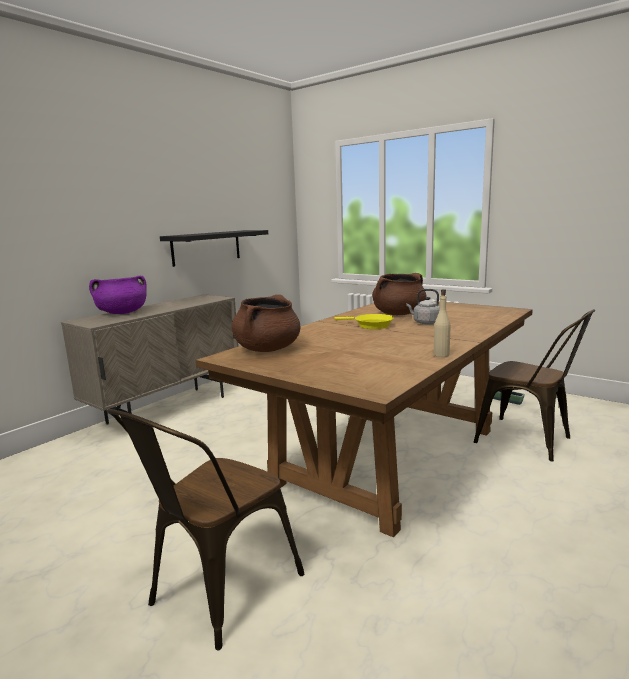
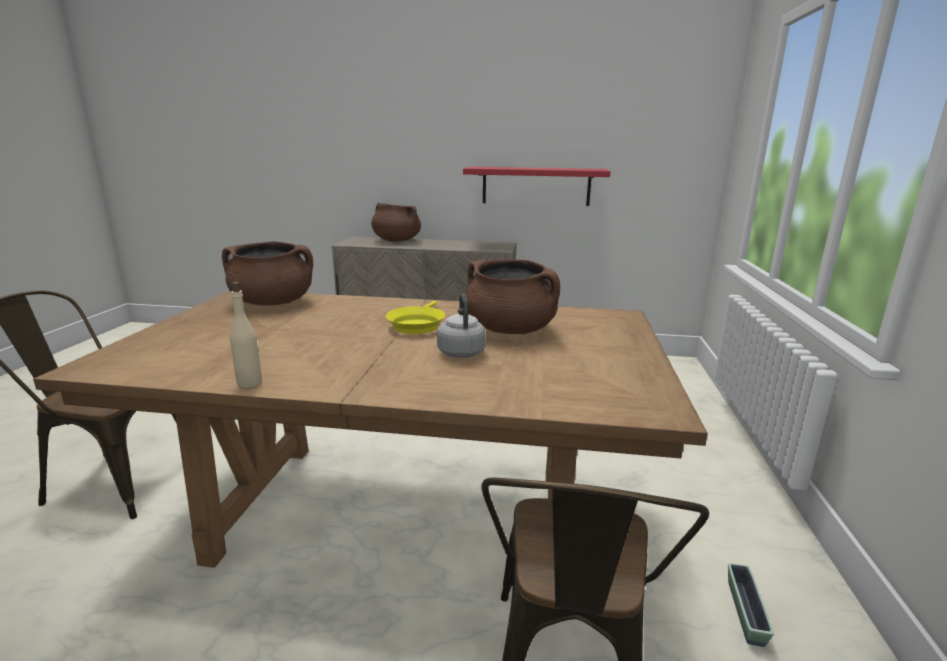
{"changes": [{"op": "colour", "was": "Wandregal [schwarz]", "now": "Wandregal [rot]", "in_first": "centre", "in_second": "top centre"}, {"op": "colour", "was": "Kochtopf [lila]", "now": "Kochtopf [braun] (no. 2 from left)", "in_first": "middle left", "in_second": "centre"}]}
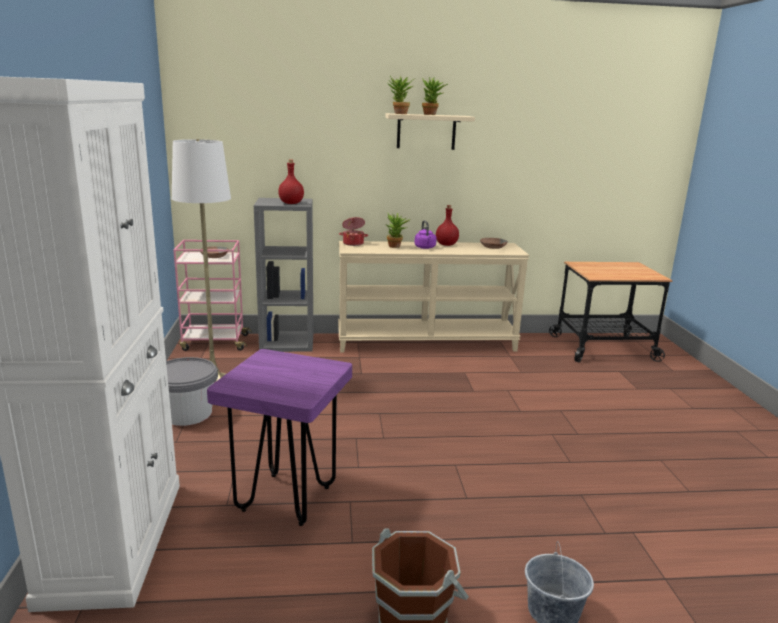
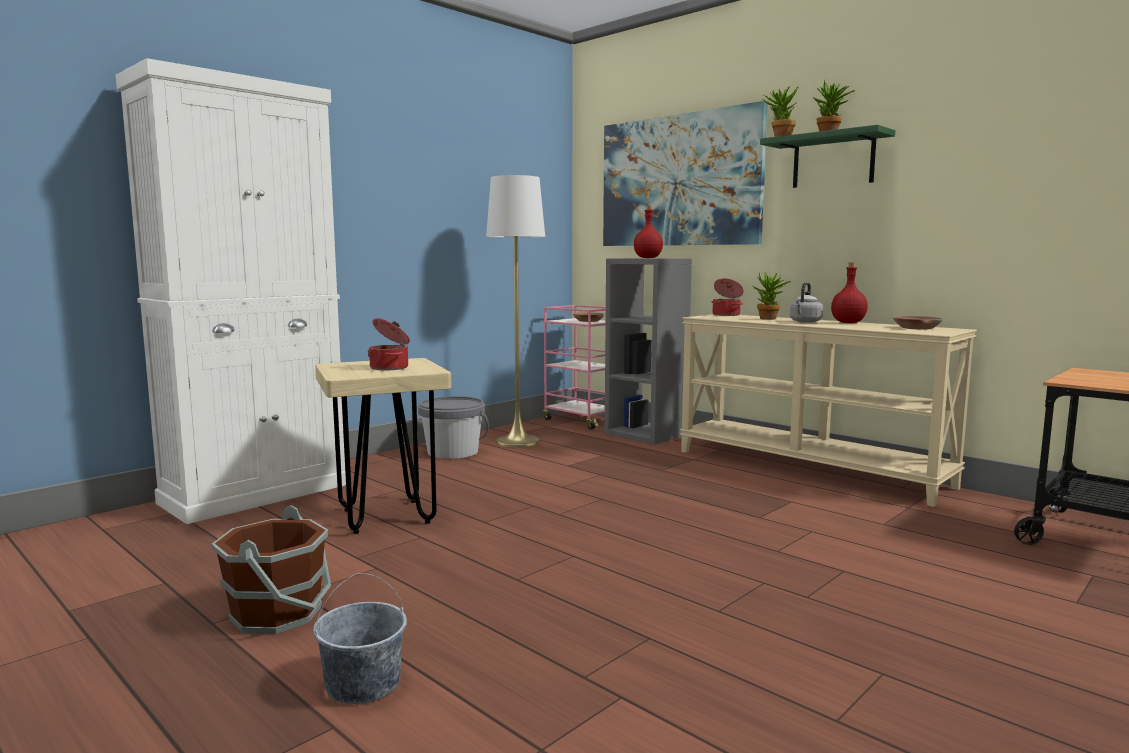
{"changes": [{"op": "colour", "was": "Wandregal [beige]", "now": "Wandregal [grün]", "in_first": "top centre", "in_second": "top right"}, {"op": "colour", "was": "Wasserkessel [lila]", "now": "Wasserkessel [grau]", "in_first": "centre", "in_second": "middle right"}, {"op": "colour", "was": "Hocker [lila]", "now": "Hocker [beige]", "in_first": "bottom centre", "in_second": "centre"}, {"op": "appeared", "now": "Bild", "in_second": "top centre"}, {"op": "appeared", "now": "Kochtopf (no. 1 from left)", "in_second": "centre"}]}
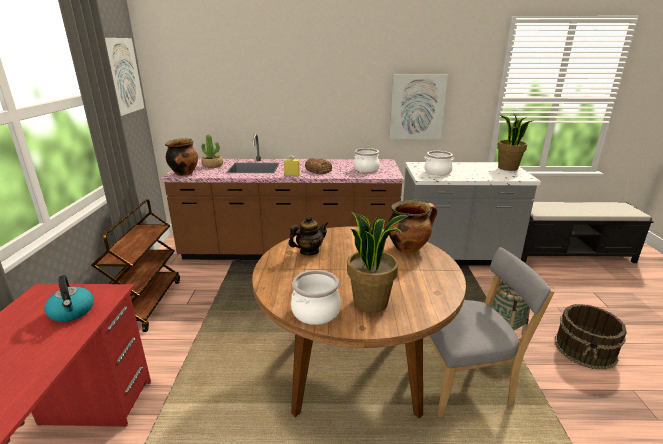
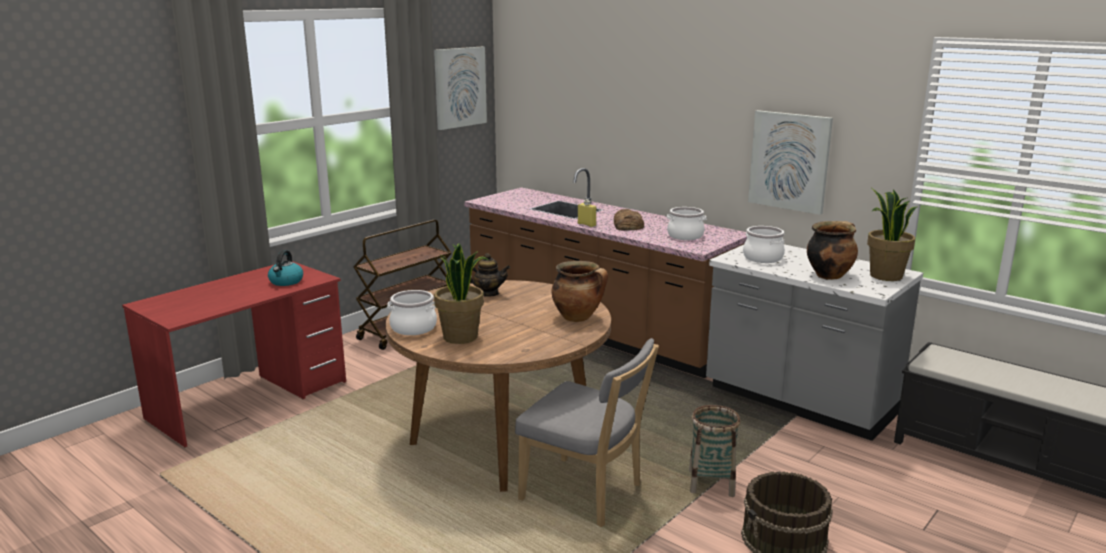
{"changes": [{"op": "missing", "was": "Topfpflanze (no. 1 from left)", "in_first": "middle left"}, {"op": "relocated", "was": "Kochtopf (no. 1 from left in the first image)", "now": "Kochtopf (no. 5 from left)", "in_first": "middle left", "in_second": "middle right"}]}
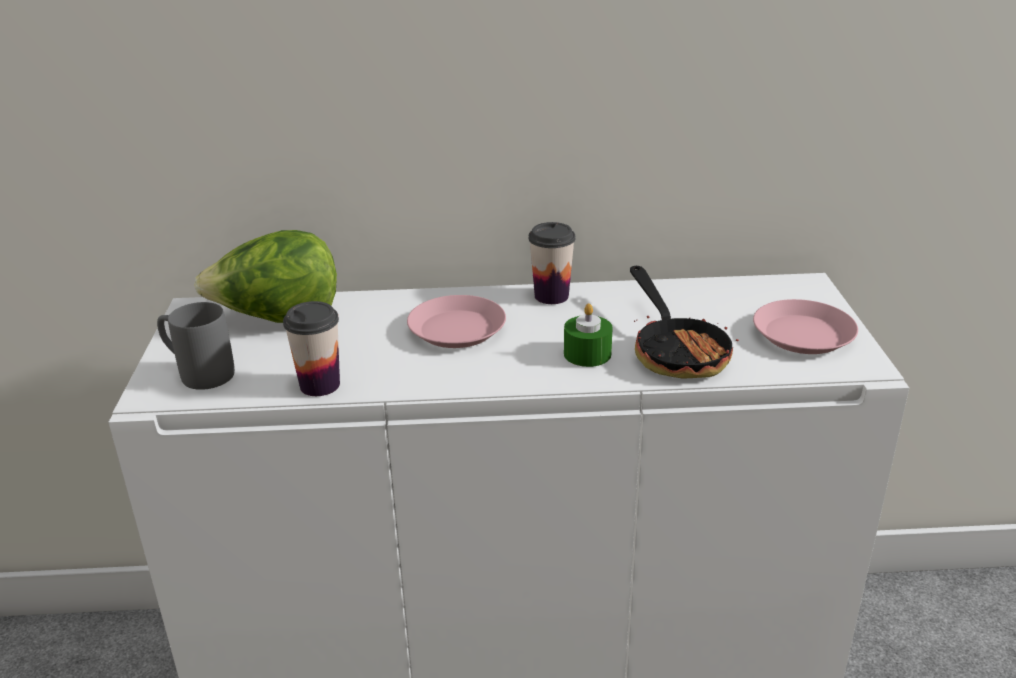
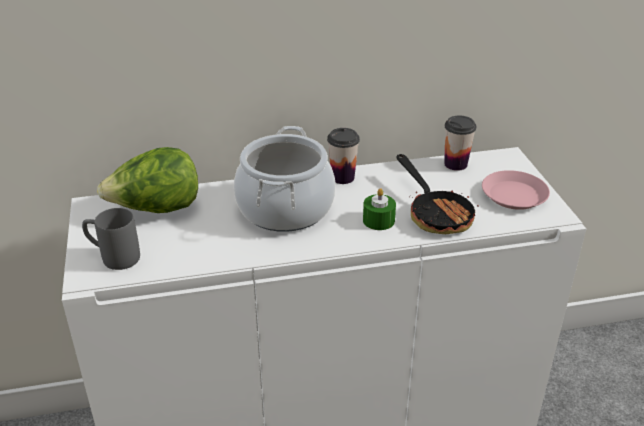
{"changes": [{"op": "exchanged", "was": "Teller [rosa] (no. 1 from left)", "now": "Kochtopf", "in_first": "centre", "in_second": "centre"}, {"op": "relocated", "was": "Tasse (no. 1 from left in the first image)", "now": "Tasse (no. 2 from left)", "in_first": "middle left", "in_second": "middle right"}]}
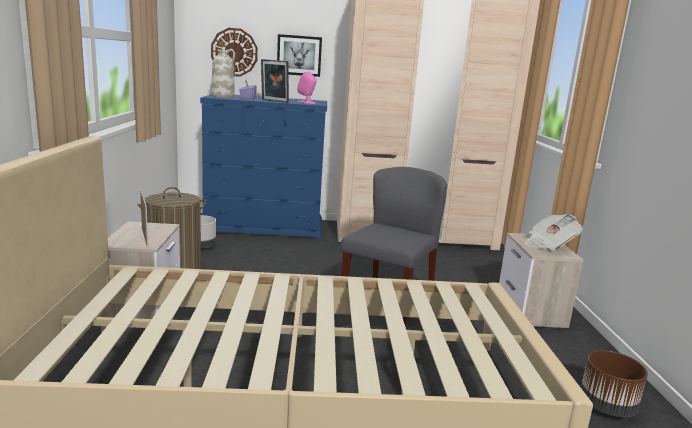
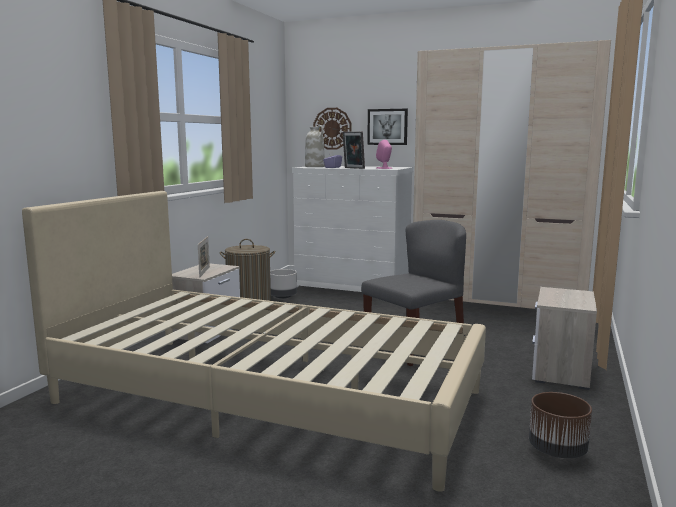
{"changes": [{"op": "colour", "was": "Kommode [blau]", "now": "Kommode [weiß]", "in_first": "centre", "in_second": "centre"}, {"op": "missing", "was": "Zeitung", "in_first": "middle right"}]}
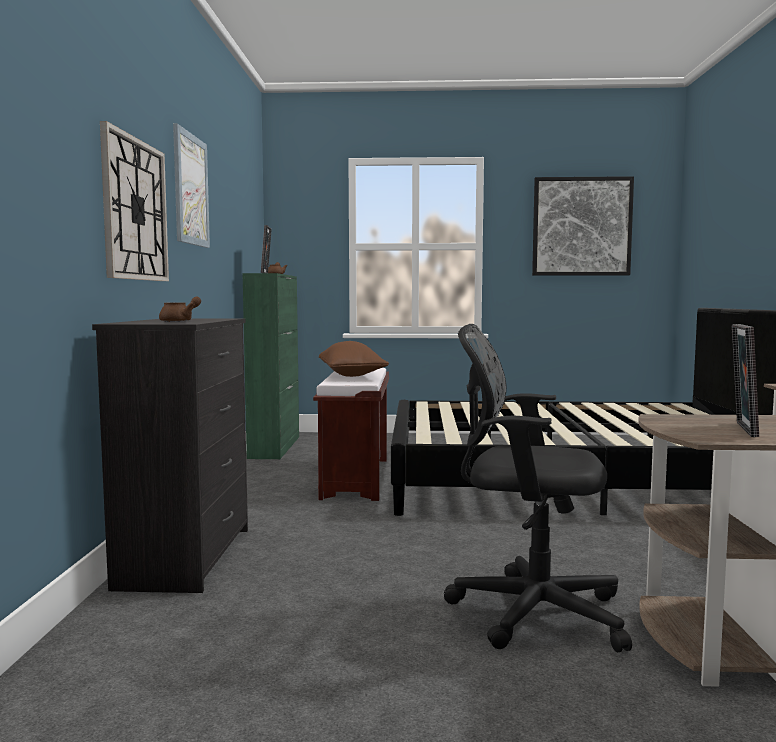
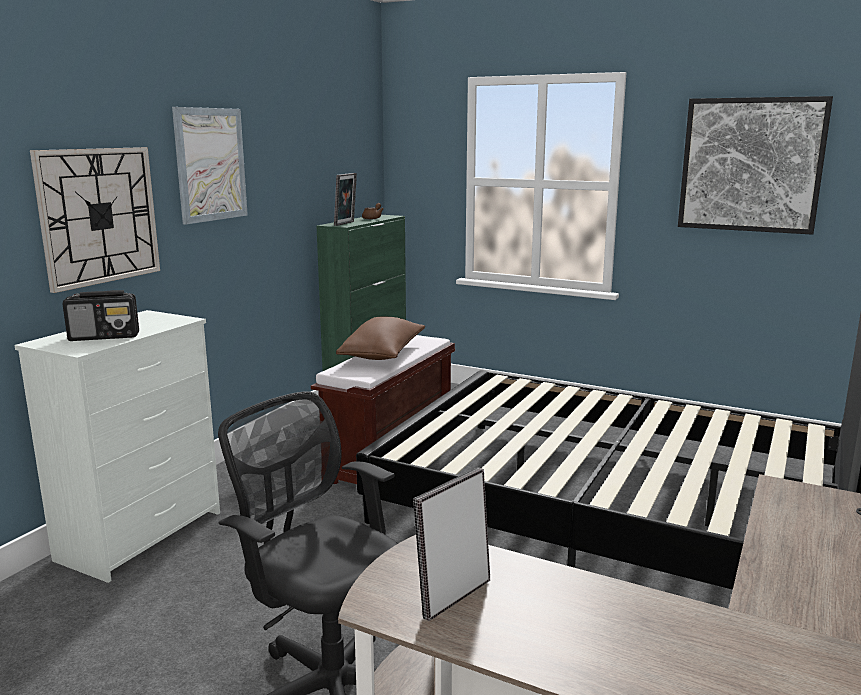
{"changes": [{"op": "exchanged", "was": "Teekanne [braun] (no. 1 from left)", "now": "Radio", "in_first": "middle left", "in_second": "middle left"}, {"op": "colour", "was": "Kommode [schwarz]", "now": "Kommode [weiß]", "in_first": "middle left", "in_second": "middle left"}]}
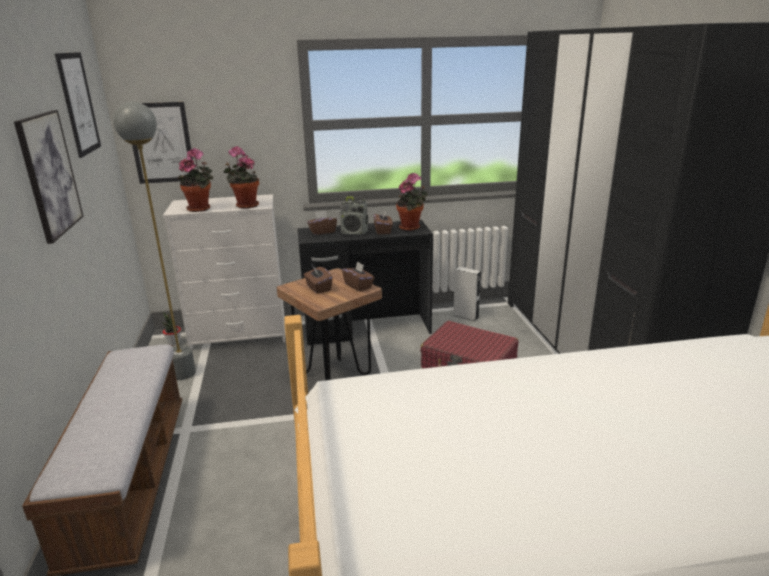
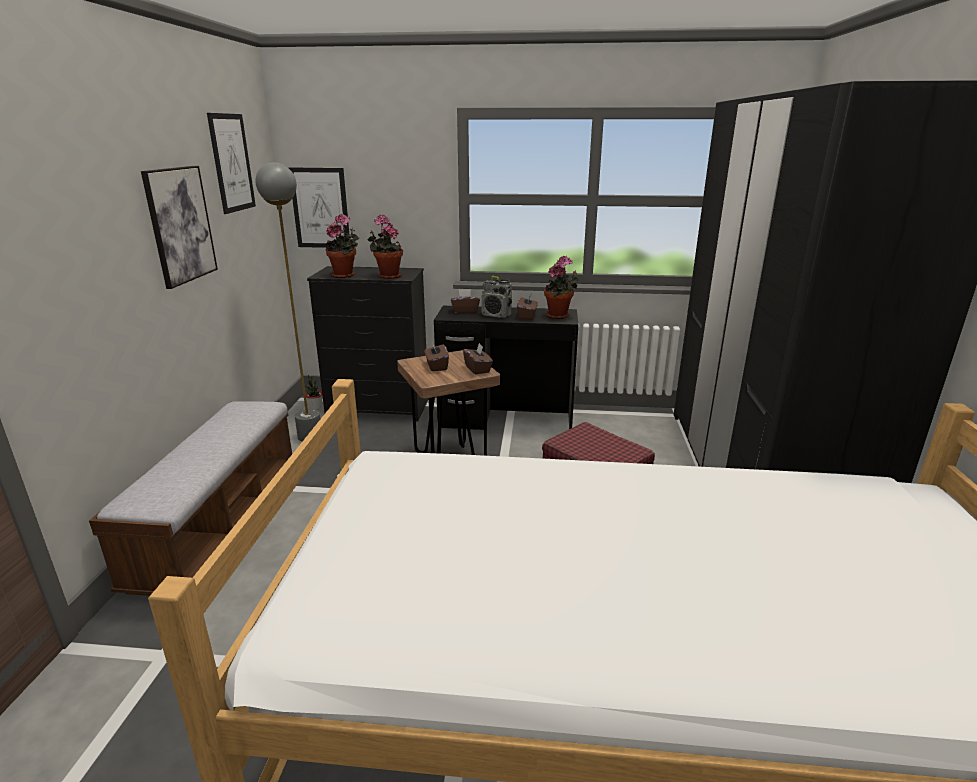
{"changes": [{"op": "colour", "was": "Kommode [weiß]", "now": "Kommode [schwarz]", "in_first": "middle left", "in_second": "centre"}, {"op": "missing", "was": "Lautsprecher [grau]", "in_first": "centre"}]}
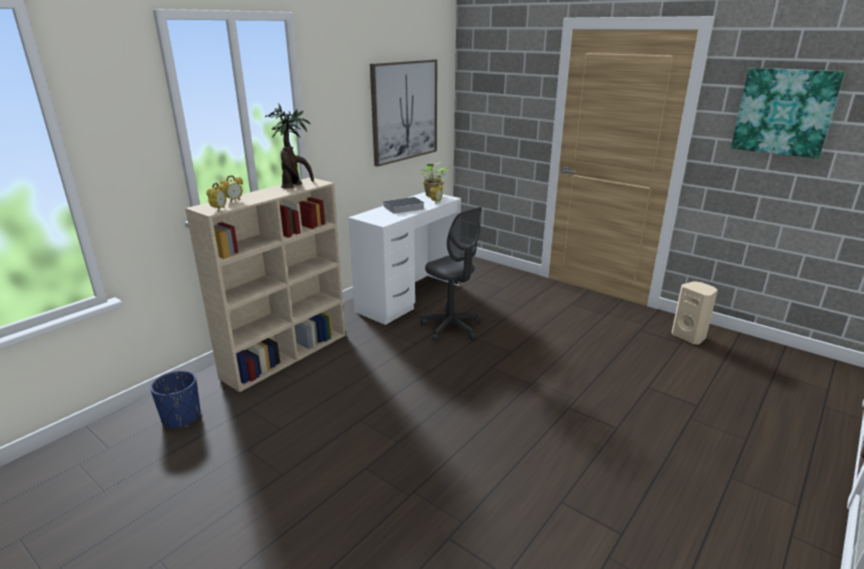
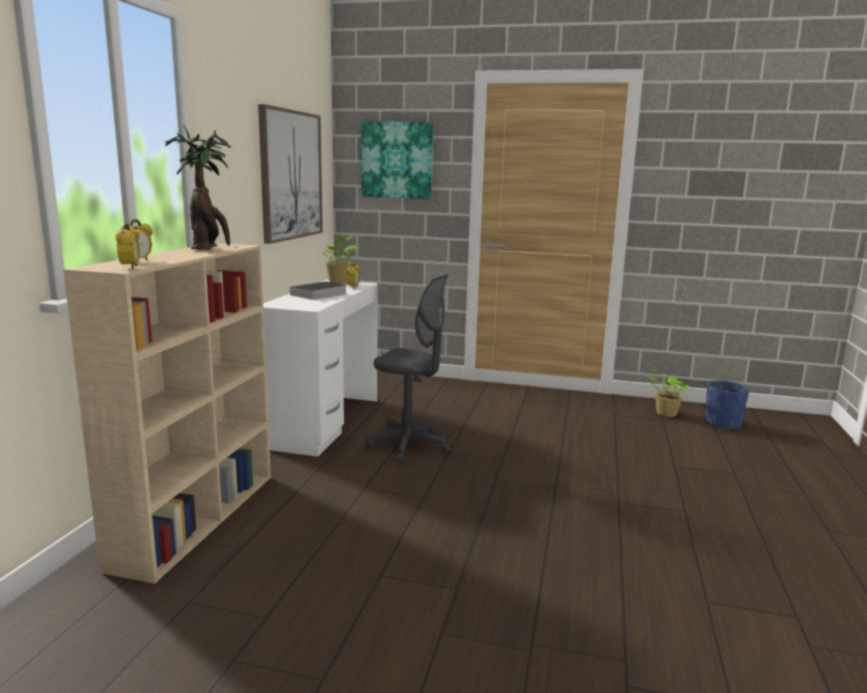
{"changes": [{"op": "relocated", "was": "Bild (no. 2 from left)", "in_first": "top right", "in_second": "top centre"}, {"op": "exchanged", "was": "Lautsprecher [beige]", "now": "Topfpflanze (no. 3 from left)", "in_first": "middle right", "in_second": "middle right"}, {"op": "relocated", "was": "Pflanzkübel [blau]", "in_first": "bottom left", "in_second": "middle right"}]}
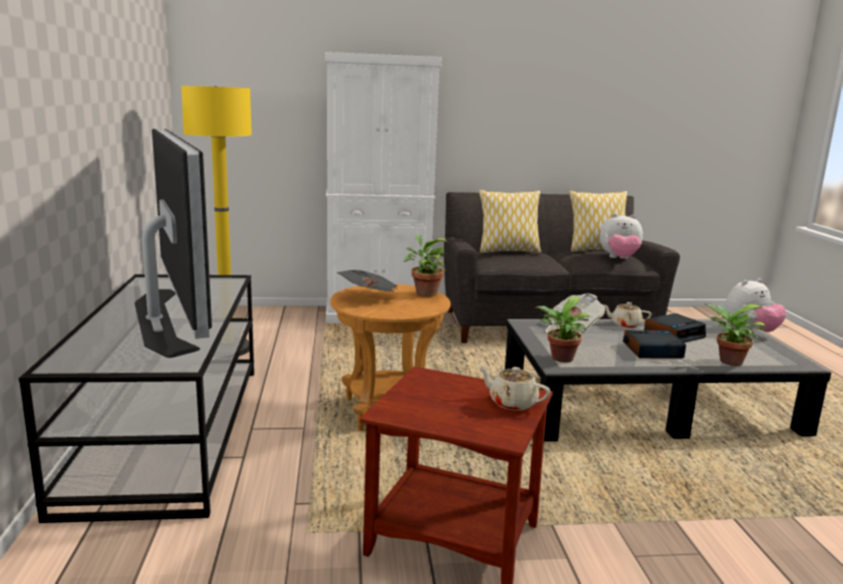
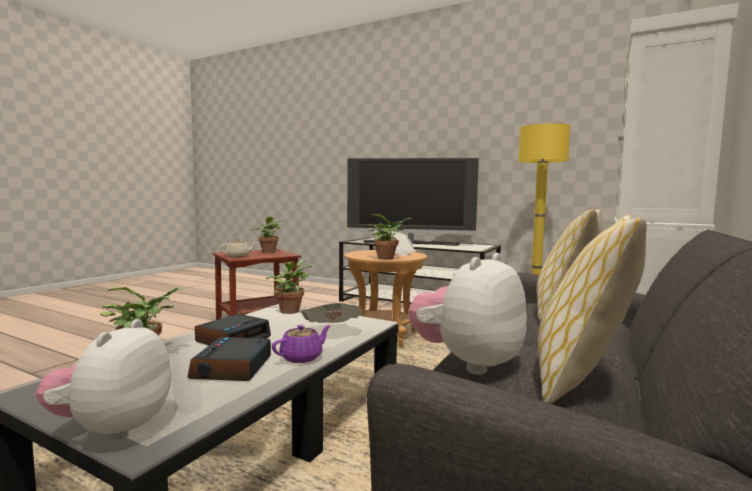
{"changes": [{"op": "colour", "was": "Teekanne [beige] (no. 2 from left)", "now": "Teekanne [lila]", "in_first": "middle right", "in_second": "bottom centre"}, {"op": "appeared", "now": "Topfpflanze (no. 2 from left)", "in_second": "centre"}]}
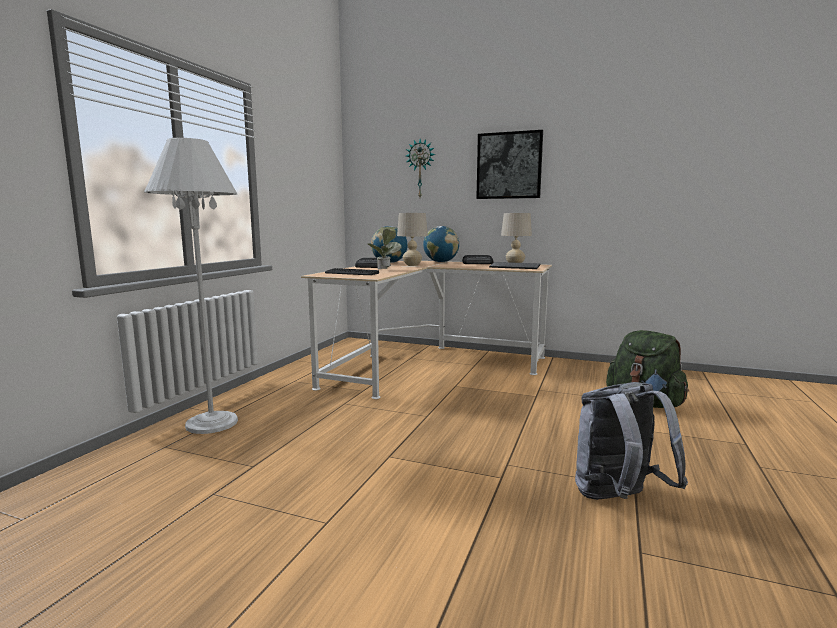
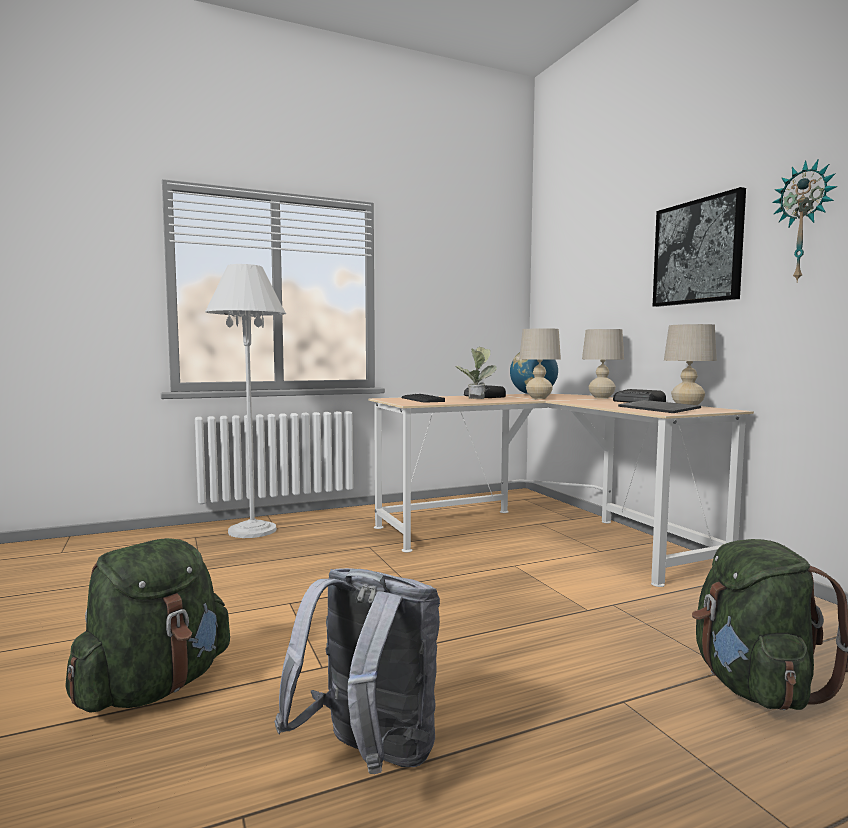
{"changes": [{"op": "relocated", "was": "Wanduhr", "in_first": "top centre", "in_second": "top right"}, {"op": "exchanged", "was": "Globus (no. 2 from left)", "now": "Tischlampe [beige] (no. 2 from left)", "in_first": "centre", "in_second": "middle right"}, {"op": "appeared", "now": "Rucksack [grün] (no. 1 from left)", "in_second": "bottom left"}]}
